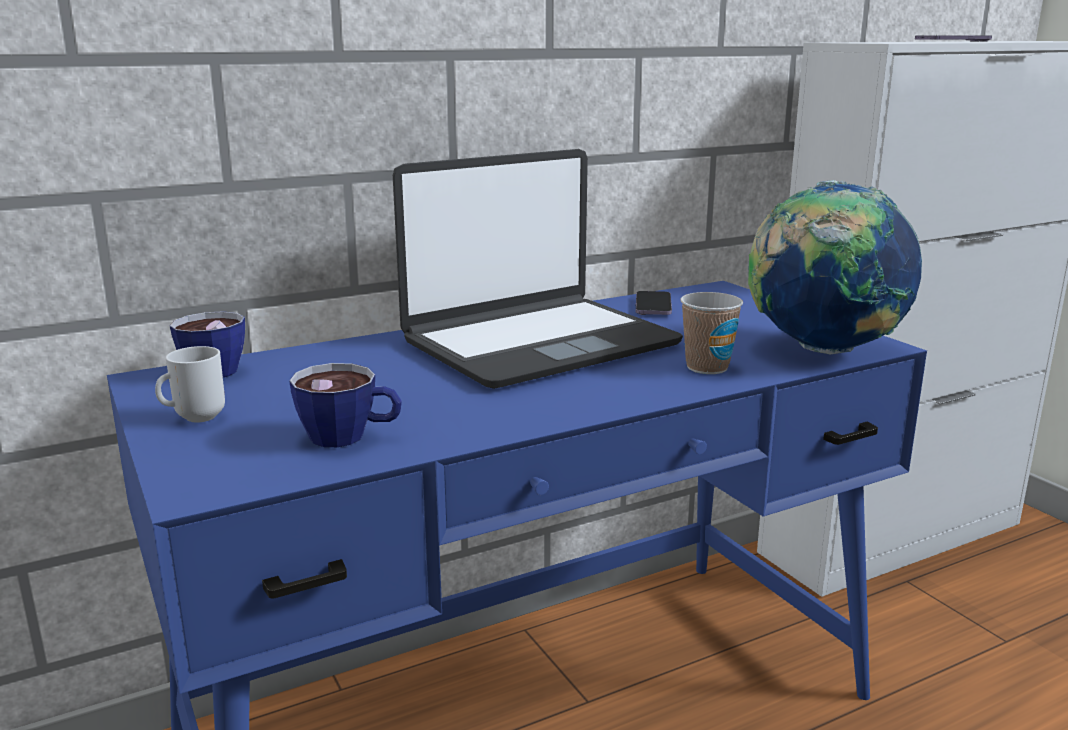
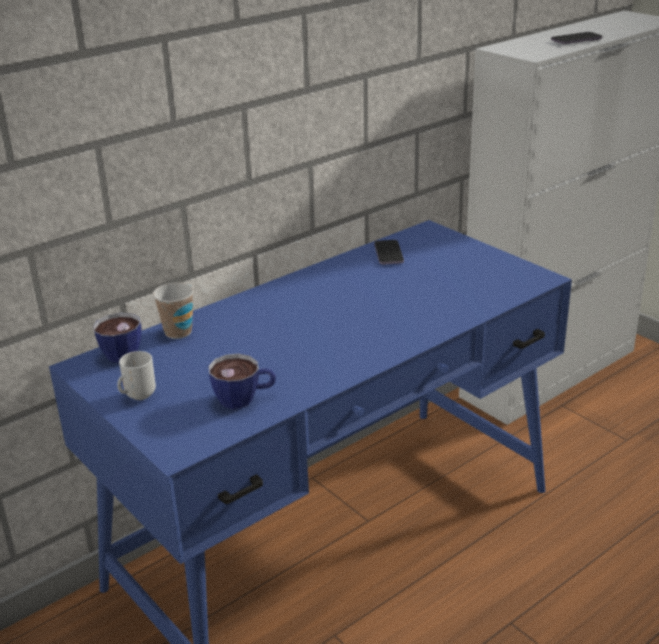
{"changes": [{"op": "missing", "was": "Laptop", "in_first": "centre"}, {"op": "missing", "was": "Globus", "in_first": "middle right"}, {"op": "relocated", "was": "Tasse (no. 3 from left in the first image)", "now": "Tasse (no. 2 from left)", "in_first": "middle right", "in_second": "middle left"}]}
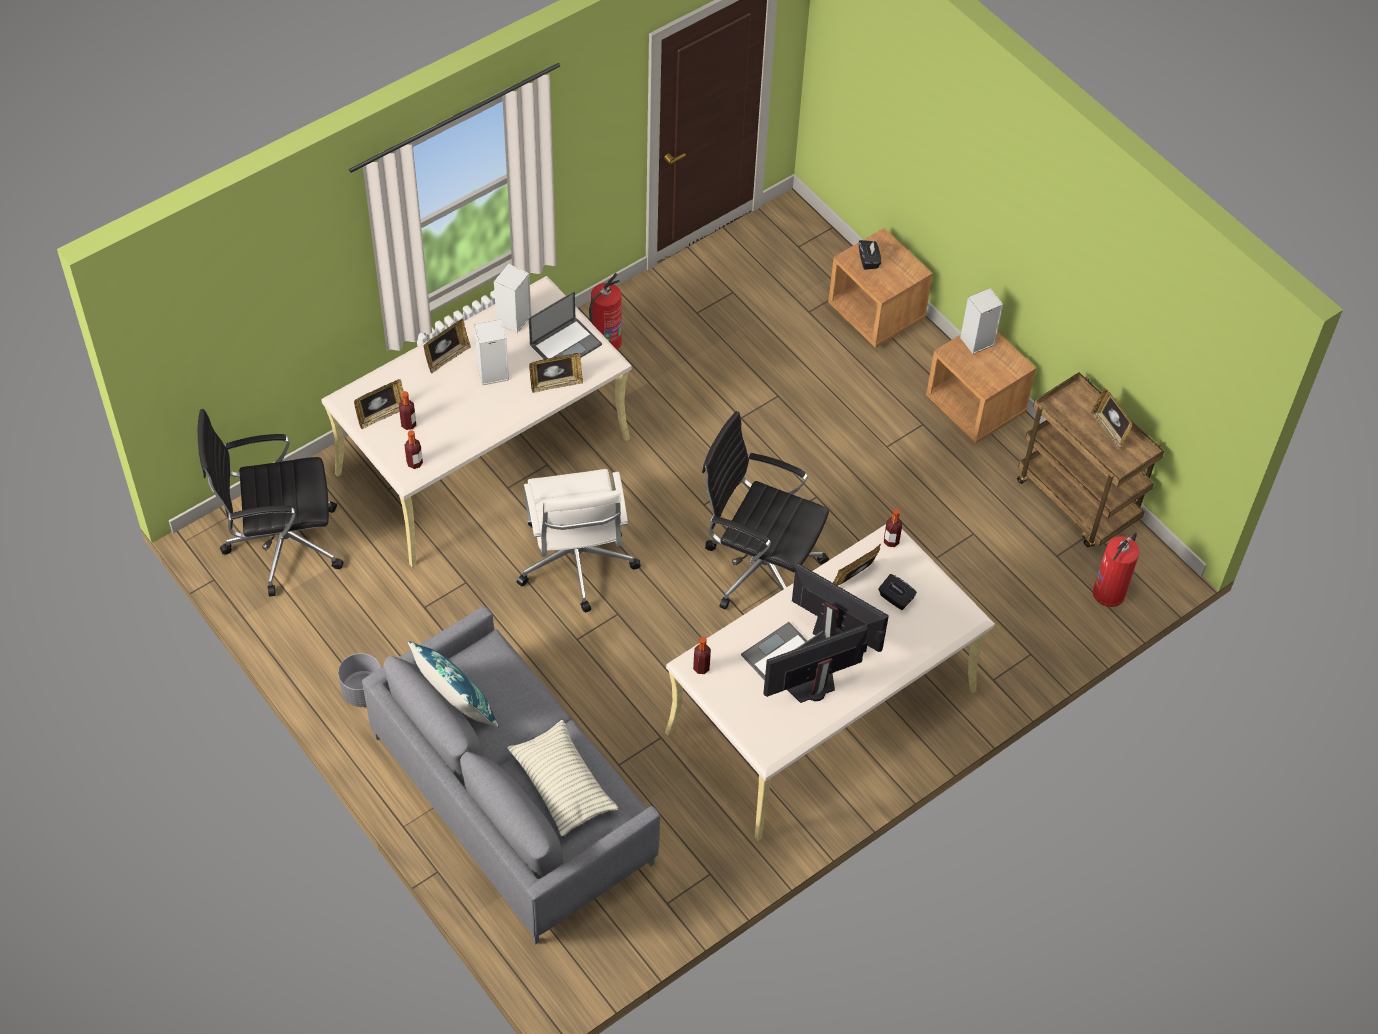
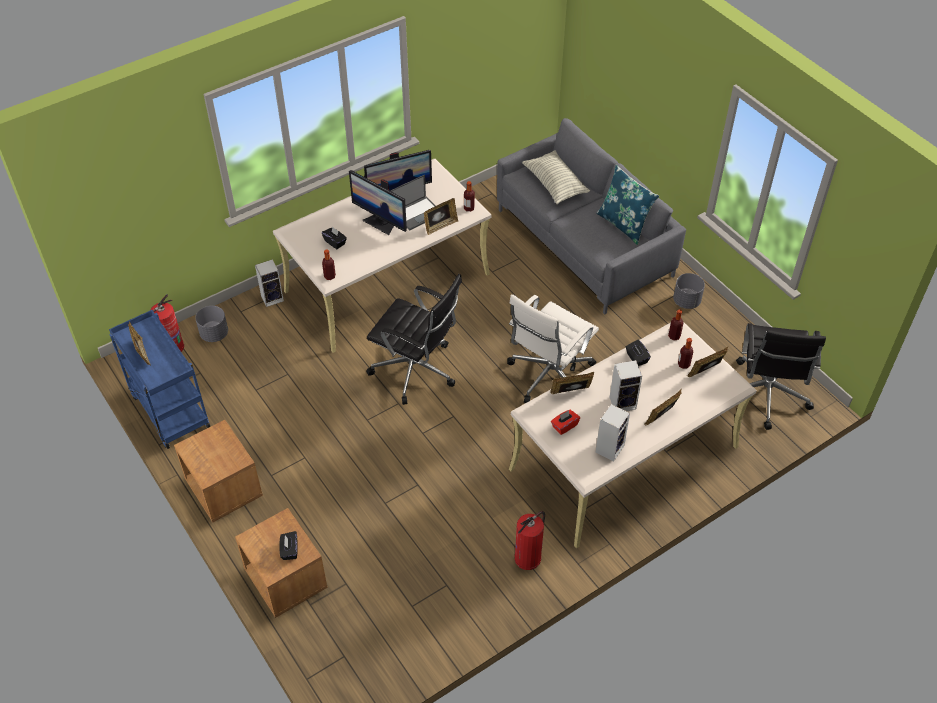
{"changes": [{"op": "relocated", "was": "Lautsprecher (no. 3 from left in the first image)", "now": "Lautsprecher (no. 1 from left)", "in_first": "top right", "in_second": "middle left"}, {"op": "exchanged", "was": "Laptop (no. 1 from left)", "now": "Taschentuchbox [rot]", "in_first": "top centre", "in_second": "centre"}, {"op": "colour", "was": "Rollwagen [braun]", "now": "Rollwagen [blau]", "in_first": "middle right", "in_second": "middle left"}, {"op": "spun", "was": "Bürostuhl [schwarz] (no. 1 from left in the first image)", "in_first": "middle left", "in_second": "middle right", "clockwise": 105}, {"op": "spun", "was": "Bürostuhl [weiß]", "in_first": "centre", "in_second": "centre", "clockwise": -135}, {"op": "relocated", "was": "Bilderrahmen (no. 4 from left in the first image)", "now": "Bilderrahmen (no. 2 from left)", "in_first": "centre", "in_second": "top centre"}, {"op": "appeared", "now": "Pflanzkübel [grau] (no. 1 from left)", "in_second": "middle left"}, {"op": "appeared", "now": "Taschentuchbox [schwarz] (no. 3 from left)", "in_second": "middle right"}]}
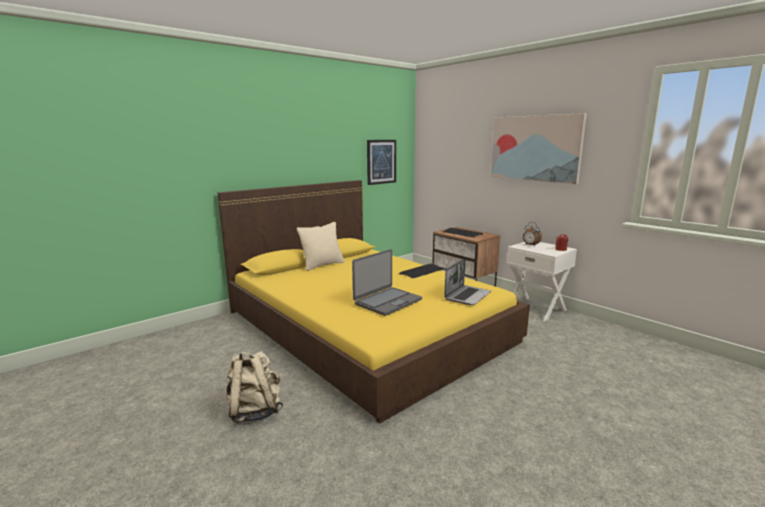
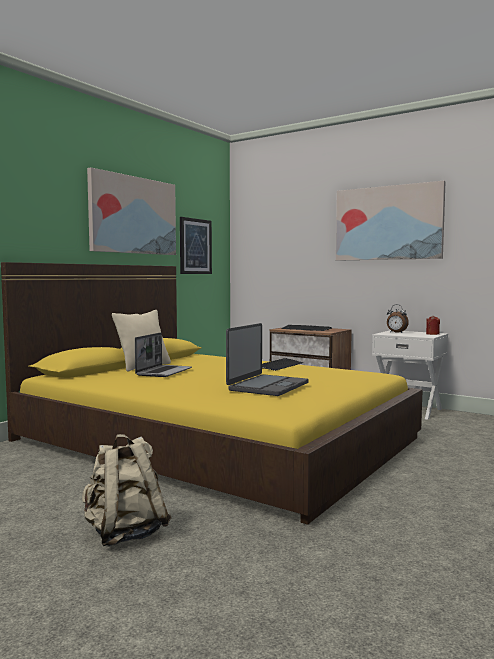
{"changes": [{"op": "relocated", "was": "Laptop (no. 2 from left in the first image)", "now": "Laptop (no. 1 from left)", "in_first": "centre", "in_second": "middle left"}, {"op": "appeared", "now": "Bild (no. 1 from left)", "in_second": "top left"}]}
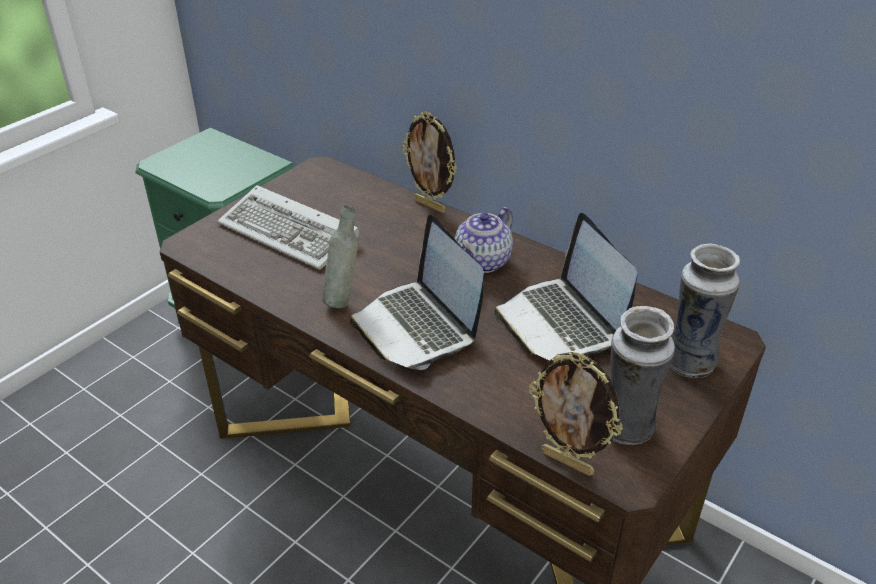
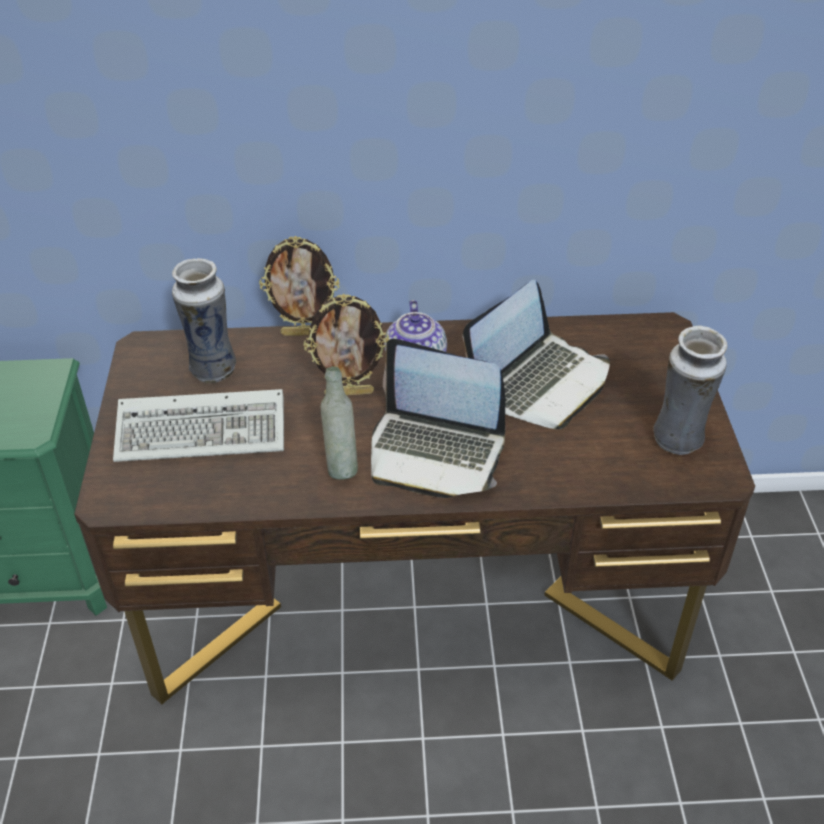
{"changes": [{"op": "spun", "was": "Laptop (no. 2 from left)", "in_first": "centre", "in_second": "centre", "clockwise": -75}, {"op": "relocated", "was": "Vase (no. 2 from left in the first image)", "now": "Vase (no. 1 from left)", "in_first": "middle right", "in_second": "middle left"}, {"op": "relocated", "was": "Bilderrahmen (no. 2 from left)", "in_first": "bottom centre", "in_second": "centre"}]}
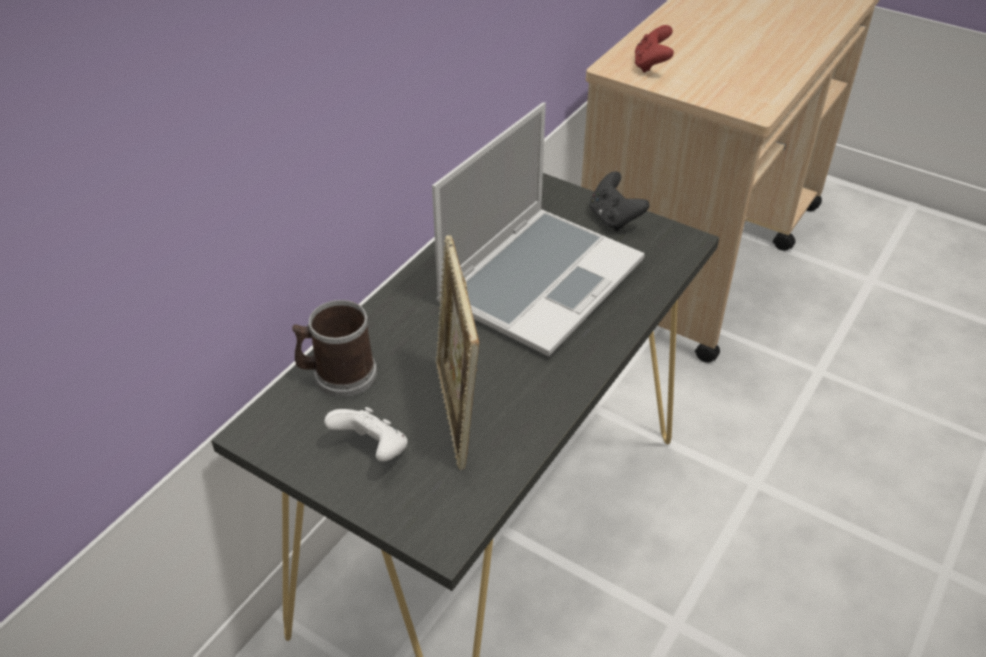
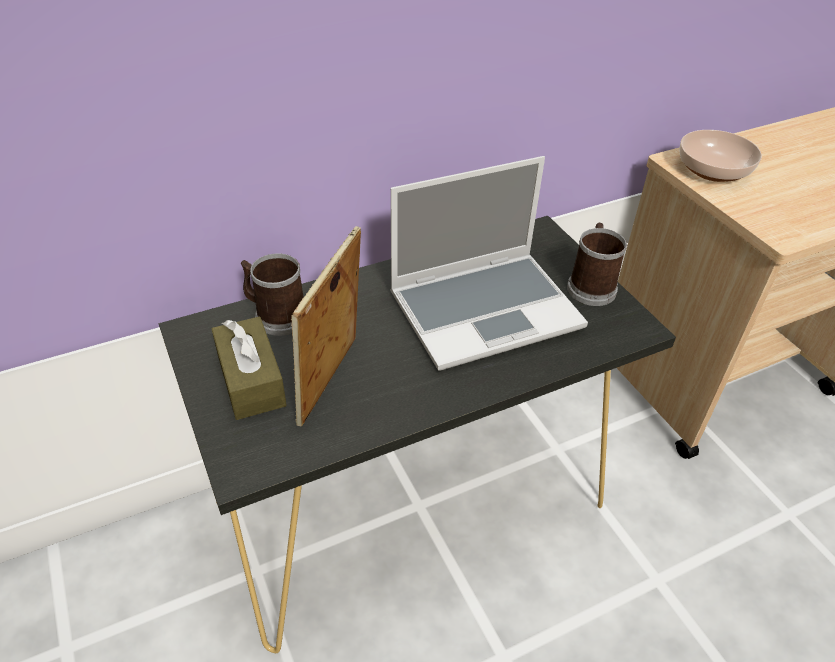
{"changes": [{"op": "exchanged", "was": "Gamepad [rot]", "now": "Schüssel", "in_first": "top centre", "in_second": "top right"}, {"op": "exchanged", "was": "Gamepad [schwarz]", "now": "Henkelbecher (no. 2 from left)", "in_first": "top centre", "in_second": "middle right"}, {"op": "exchanged", "was": "Gamepad [weiß]", "now": "Taschentuchbox [braun]", "in_first": "centre", "in_second": "middle left"}]}
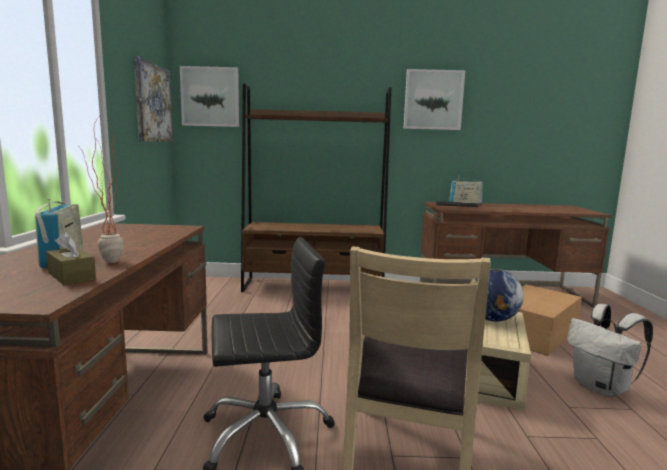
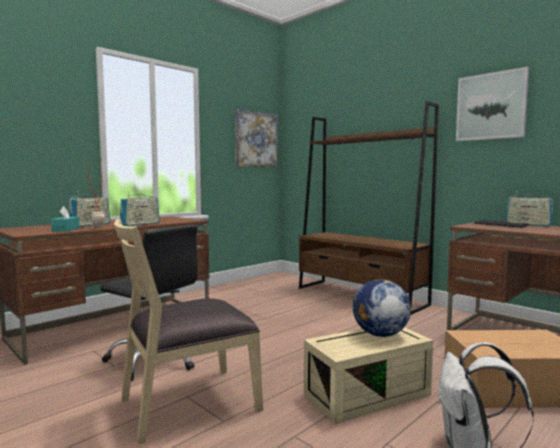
{"changes": [{"op": "missing", "was": "Bild (no. 2 from left)", "in_first": "top left"}, {"op": "colour", "was": "Taschentuchbox [braun]", "now": "Taschentuchbox [türkis]", "in_first": "middle left", "in_second": "middle left"}, {"op": "appeared", "now": "Radio (no. 2 from left)", "in_second": "middle left"}]}
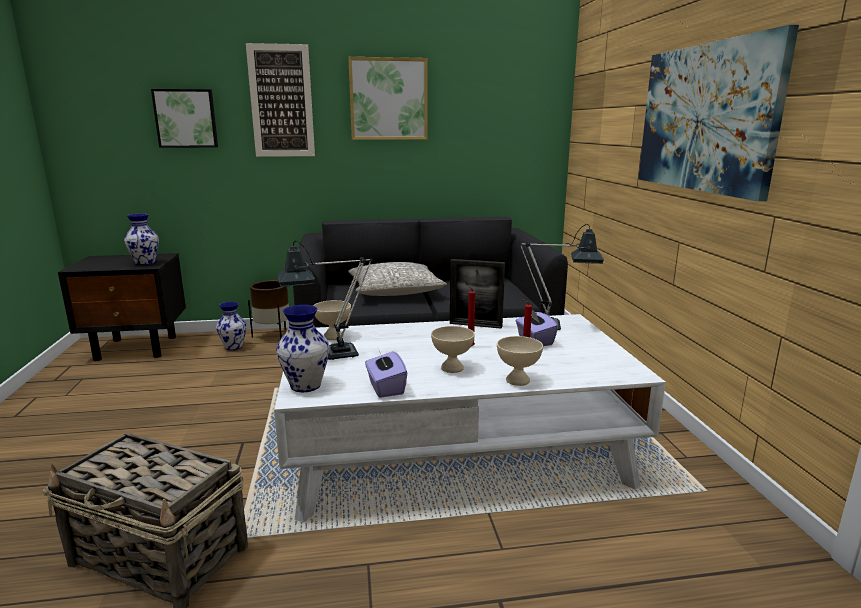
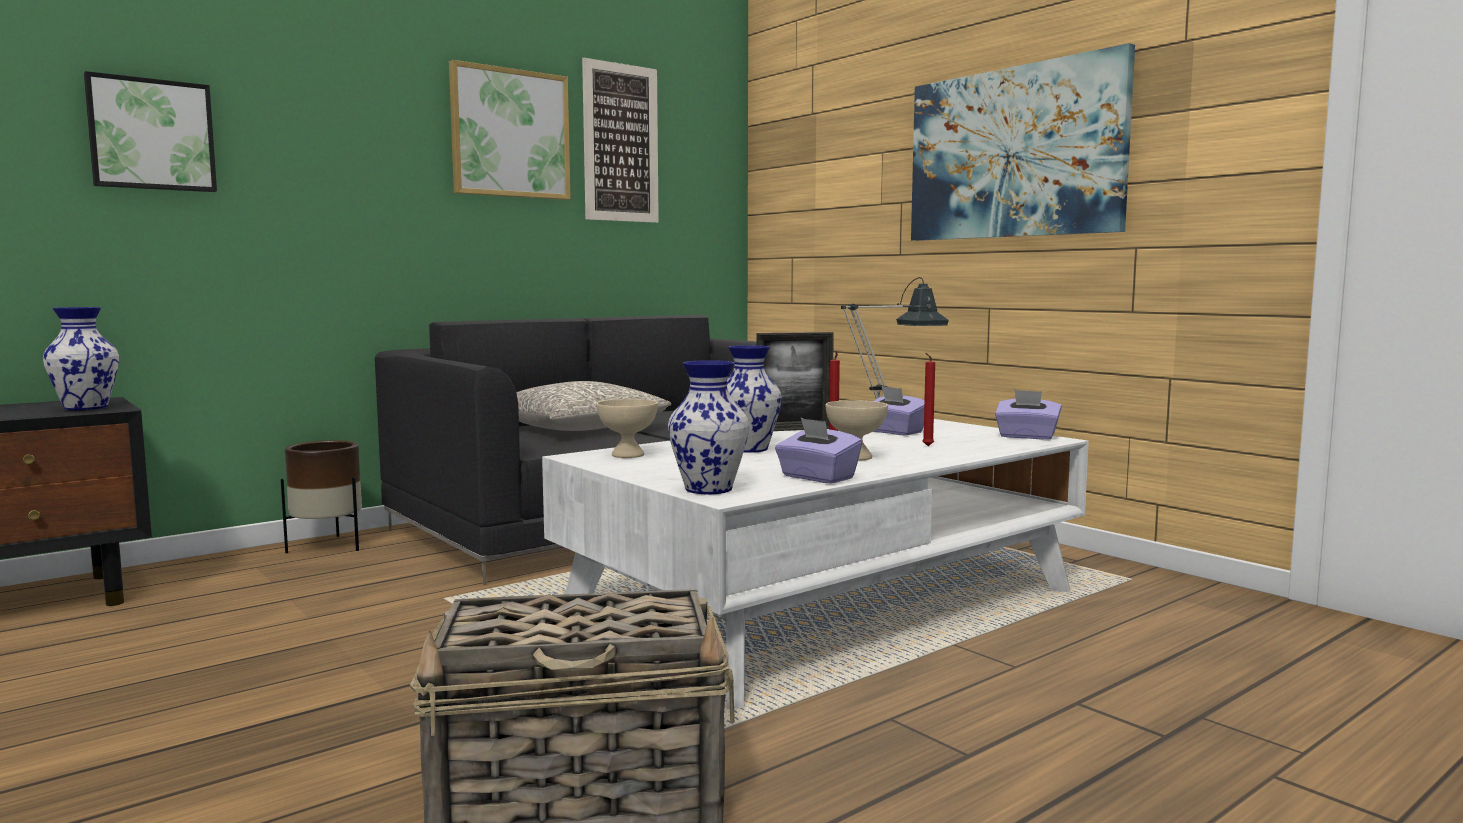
{"changes": [{"op": "relocated", "was": "Bild (no. 2 from left in the first image)", "now": "Bild (no. 3 from left)", "in_first": "top left", "in_second": "top centre"}, {"op": "missing", "was": "Tischlampe (no. 1 from left)", "in_first": "centre"}, {"op": "relocated", "was": "Vase (no. 2 from left in the first image)", "now": "Vase (no. 3 from left)", "in_first": "middle left", "in_second": "centre"}, {"op": "missing", "was": "Schüssel [beige] (no. 3 from left)", "in_first": "centre"}, {"op": "appeared", "now": "Taschentuchbox [lila] (no. 3 from left)", "in_second": "middle right"}]}
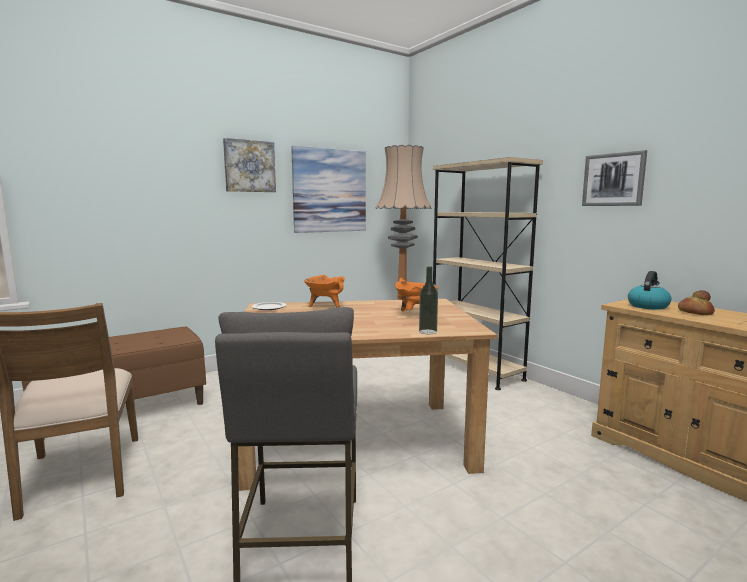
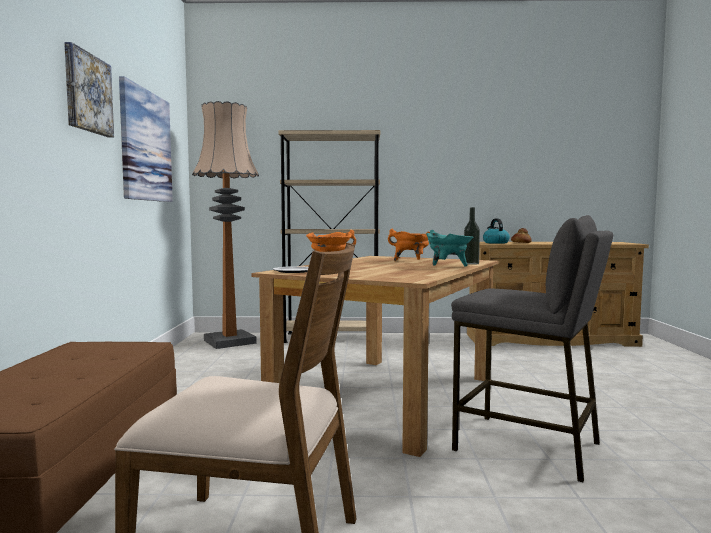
{"changes": [{"op": "missing", "was": "Bild (no. 3 from left)", "in_first": "top right"}, {"op": "appeared", "now": "Kochtopf [türkis]", "in_second": "centre"}]}
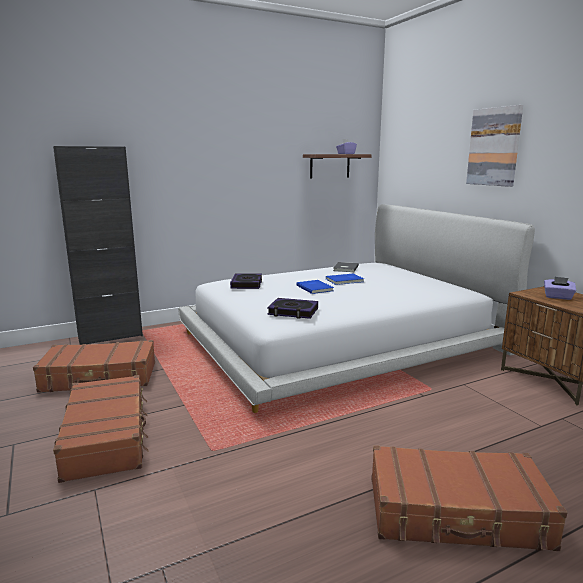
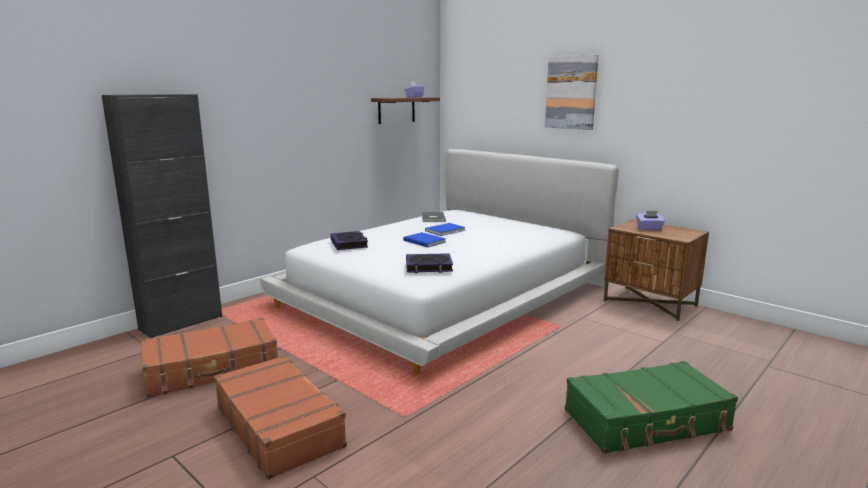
{"changes": [{"op": "colour", "was": "Koffer [braun] (no. 3 from left)", "now": "Koffer [grün]", "in_first": "bottom right", "in_second": "bottom right"}]}
